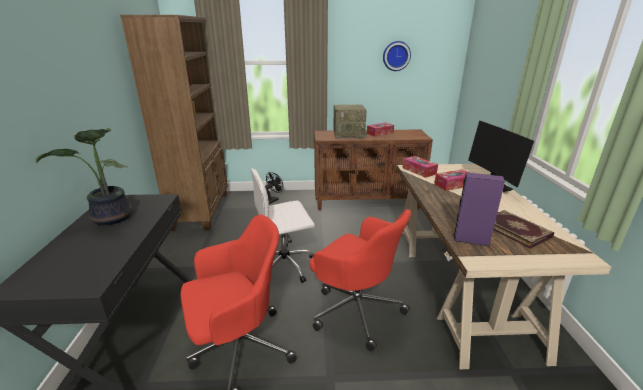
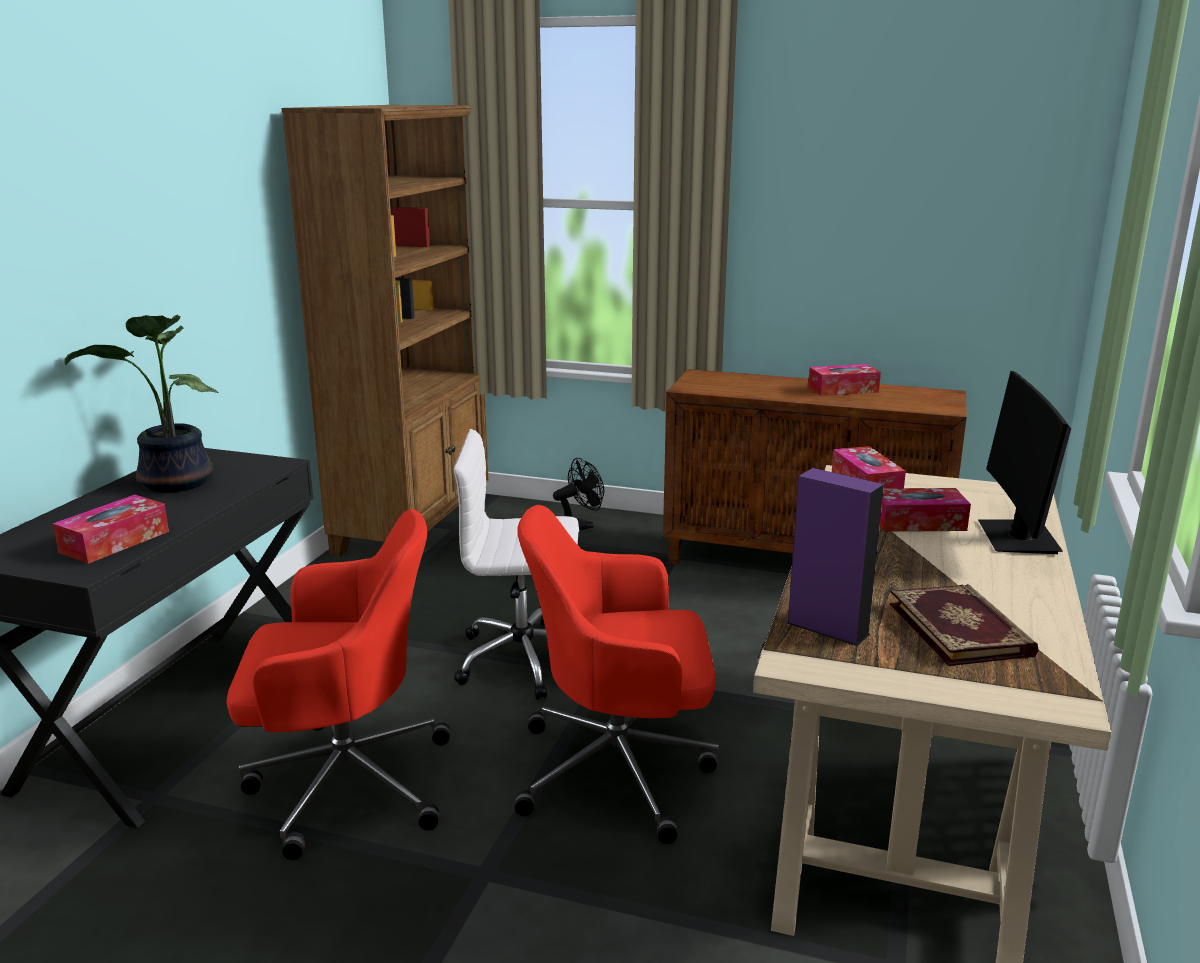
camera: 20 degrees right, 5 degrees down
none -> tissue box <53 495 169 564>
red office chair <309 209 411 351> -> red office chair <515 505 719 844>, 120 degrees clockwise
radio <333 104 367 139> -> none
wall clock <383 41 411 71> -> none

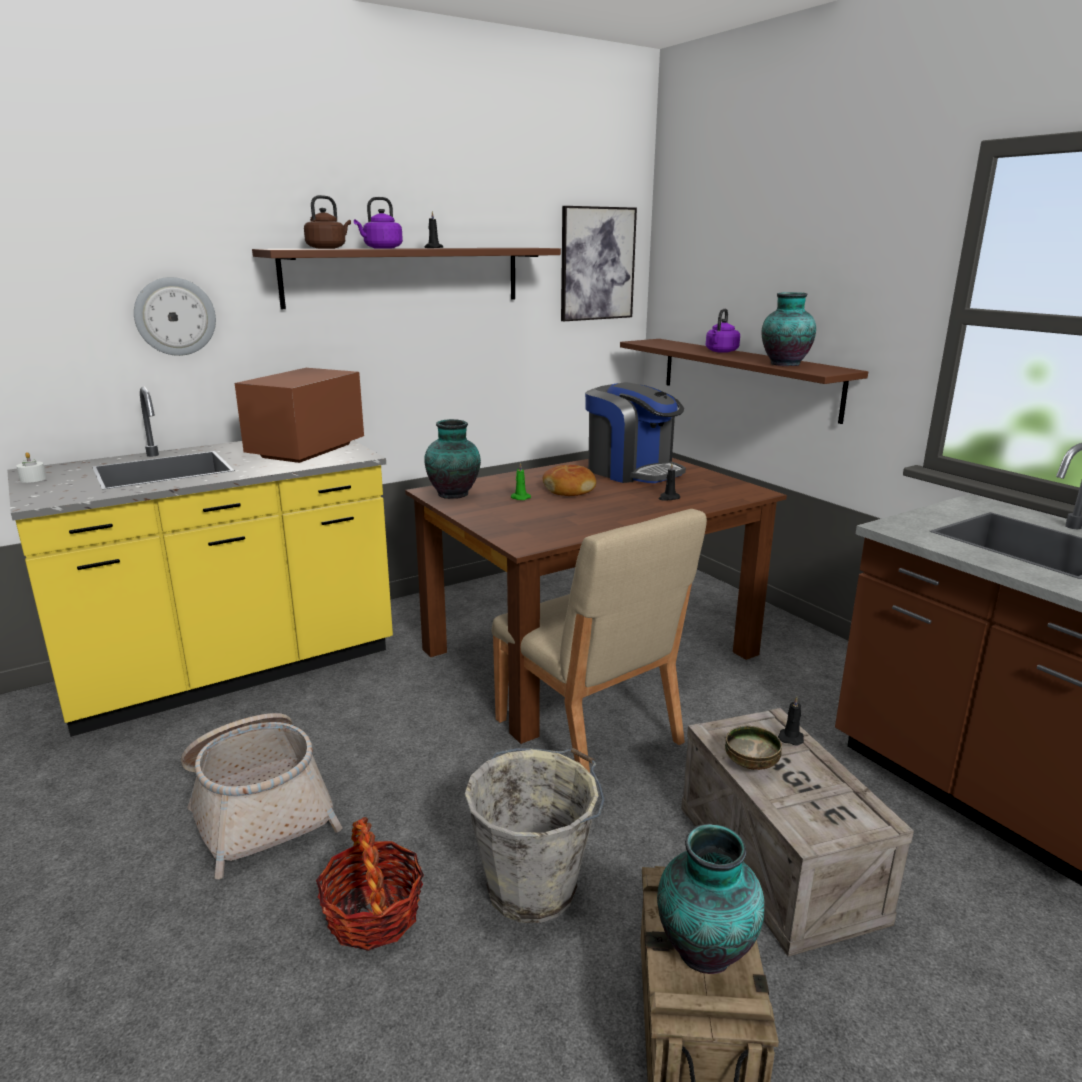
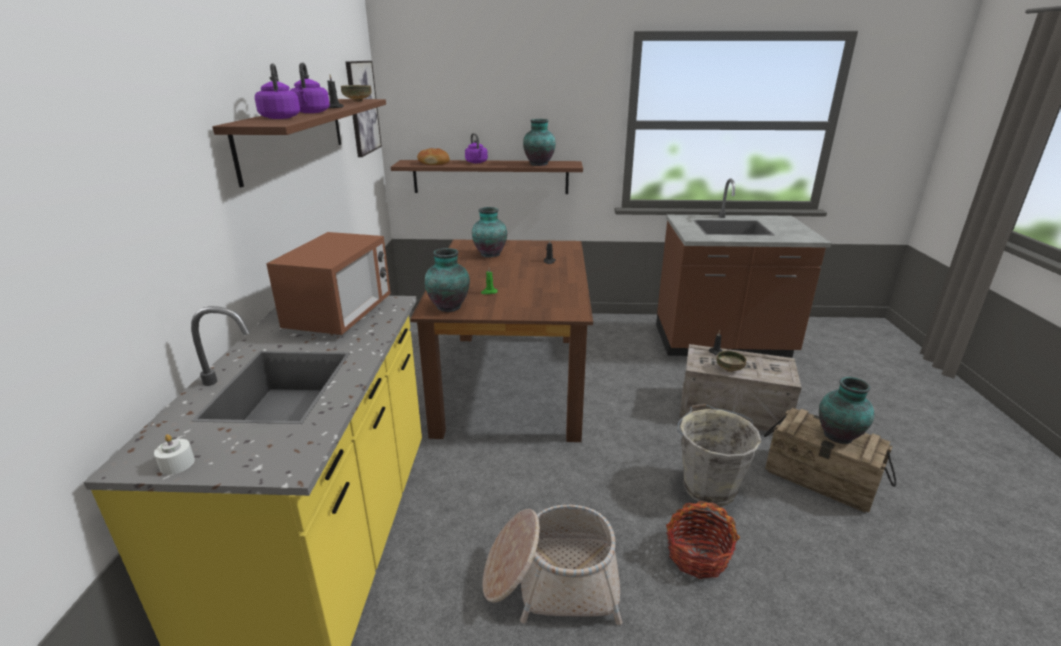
camera: 55 degrees left, 5 degrees up
brown kettle <304 195 351 249> -> purple kettle <255 64 300 119>
microwave <235 368 364 463> -> microwave <266 232 391 335>, 135 degrees counterclockwise
none -> bowl <341 85 372 102>
bread <543 465 596 496> -> bread <417 148 450 165>, moved
coffee machine <585 382 686 483> -> vase <472 207 507 258>
wall clock <134 277 216 356> -> none
beige chair <492 509 707 773> -> none

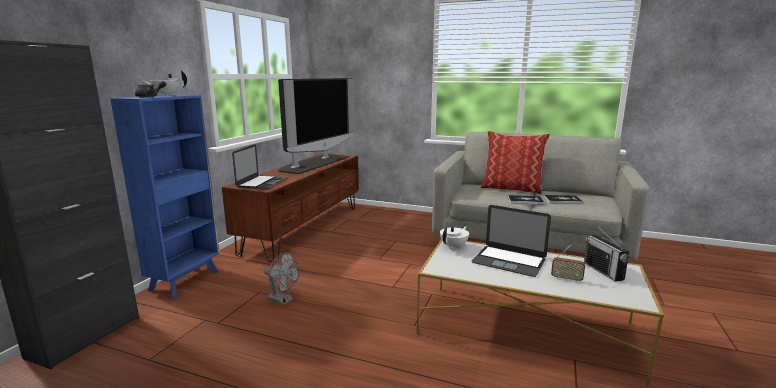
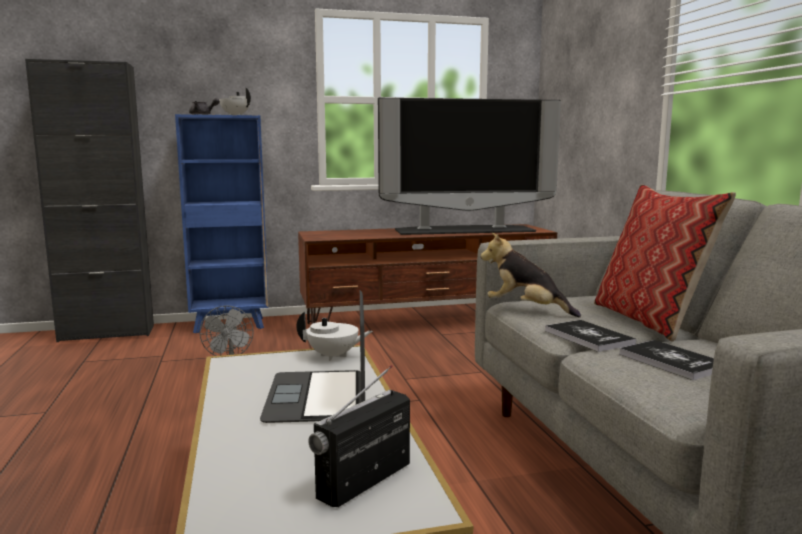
camera: 55 degrees right, 5 degrees down
none -> plush toy <480 233 581 317>
laptop <232 144 288 189> -> none
radio <551 244 585 282> -> none

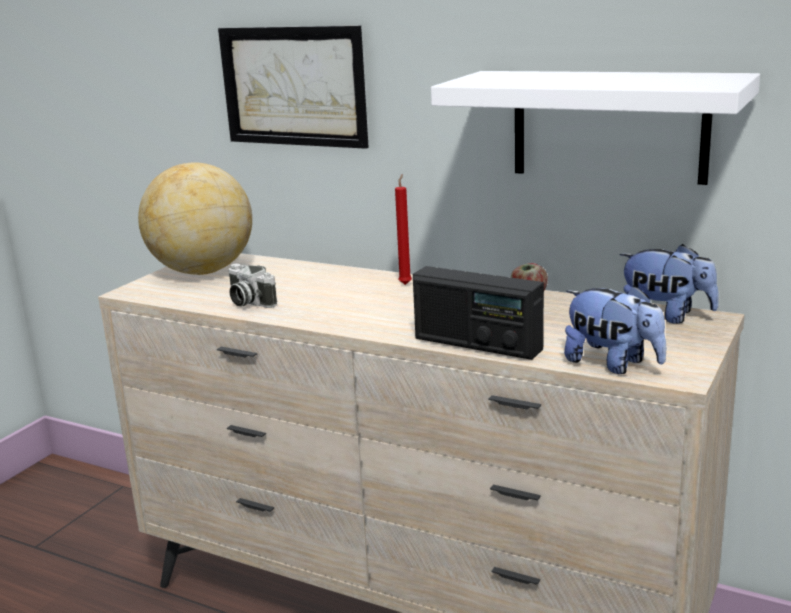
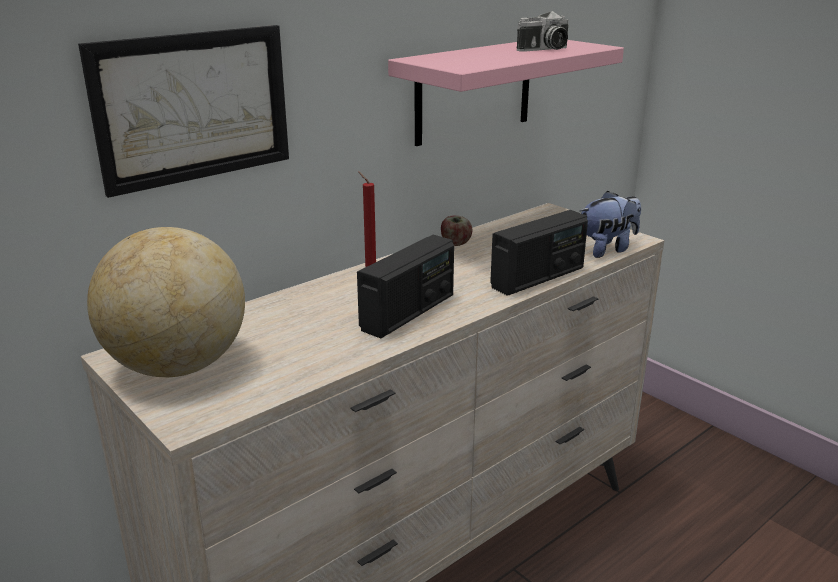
camera: 70 degrees left, 5 degrees up
none -> radio <357 235 454 338>
white shelf <431 71 760 185> -> pink shelf <388 40 624 146>
photo camera <229 264 277 308> -> photo camera <516 11 568 52>, moved
plush toy <619 244 719 324> -> none

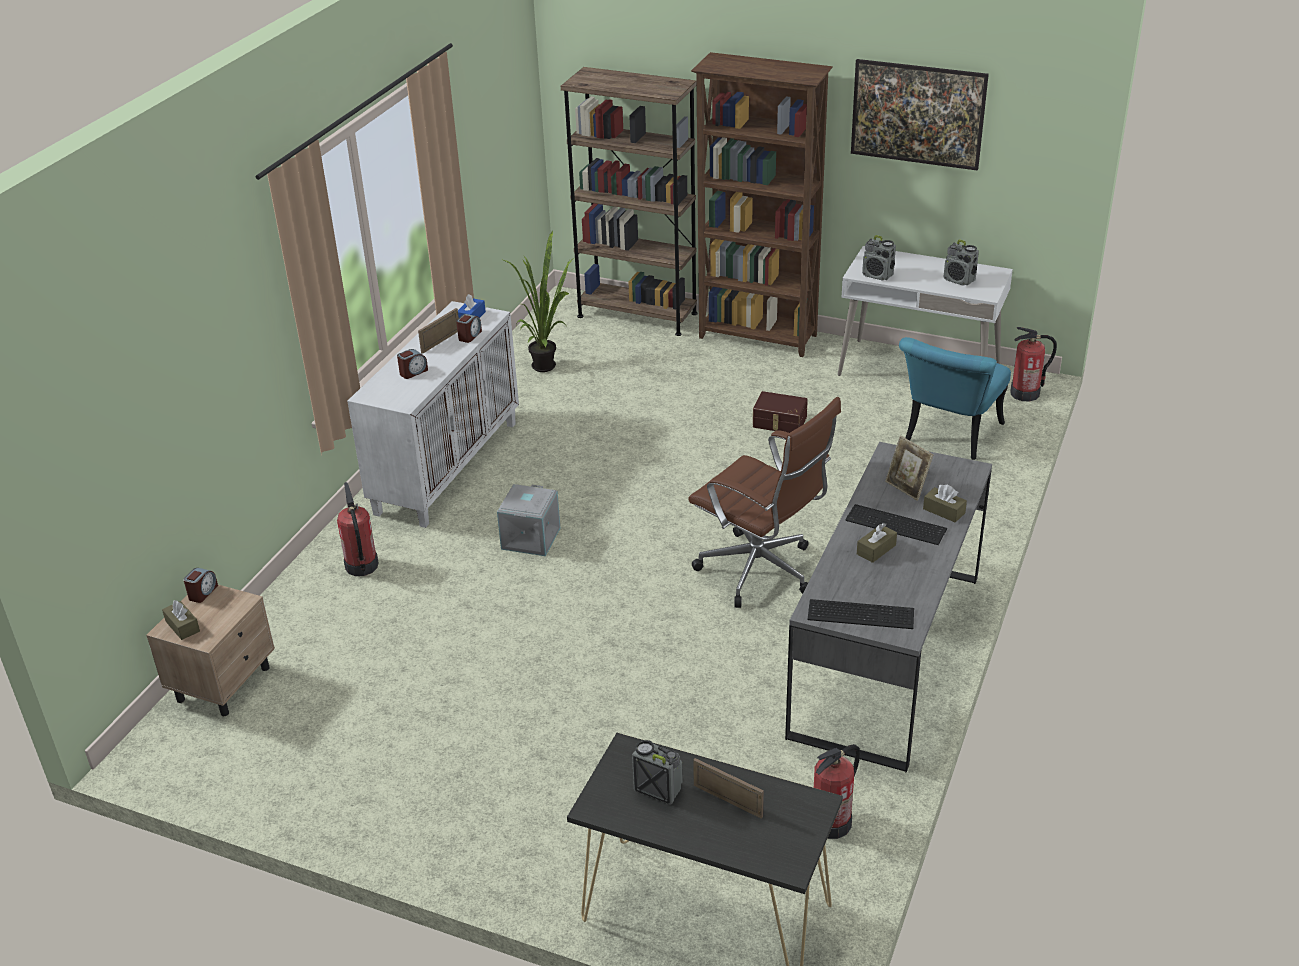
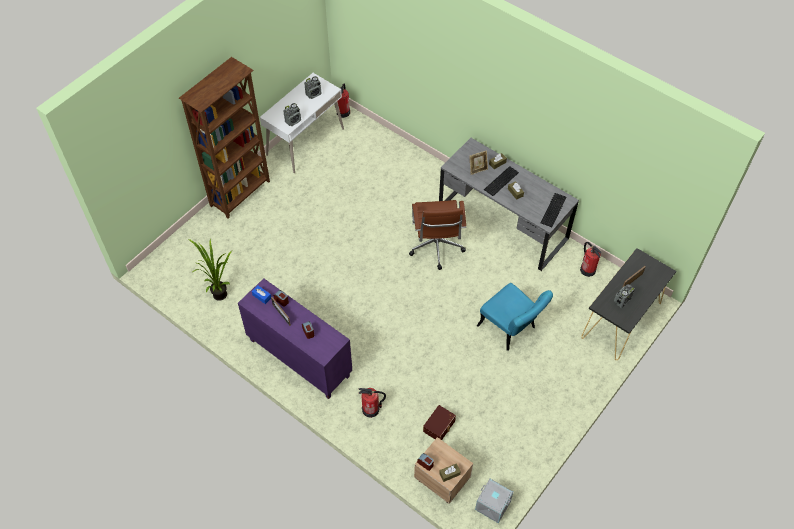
camera: 75 degrees left, 20 degrees up
white cabinet <347 301 519 528> -> purple cabinet <238 278 352 399>
brown office chair <688 397 841 608> -> brown office chair <409 200 466 270>, 120 degrees clockwise
brown storage box <753 391 808 433> -> brown storage box <423 405 456 440>, moved
grey storage box <497 484 560 556> -> grey storage box <475 479 514 523>, moved
turquoise chair <899 337 1011 460> -> turquoise chair <477 283 553 351>, moved
brown bookcase <561 67 698 336> -> none
picture <851 59 989 171> -> none

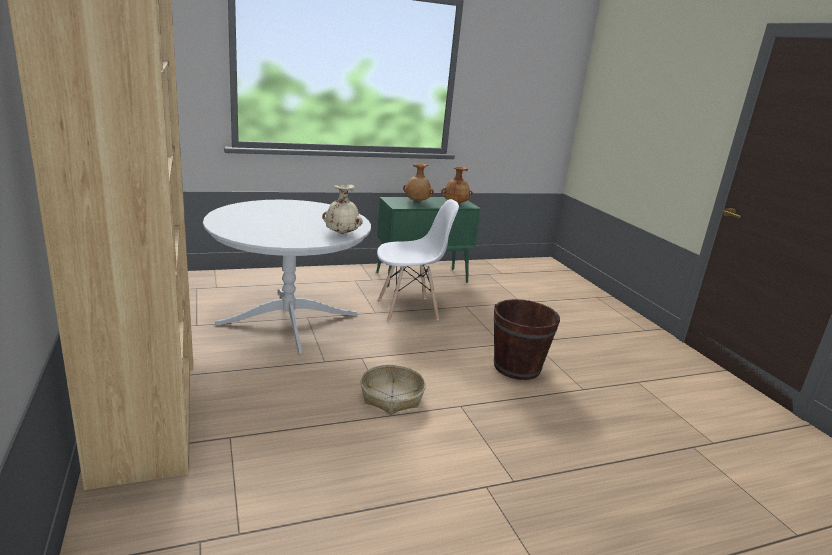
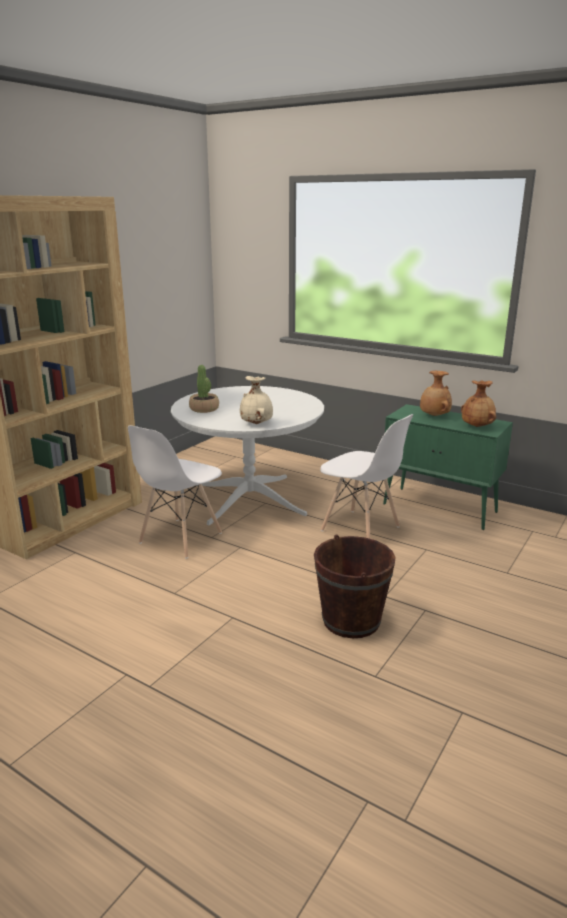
camera: 55 degrees right, 0 degrees up
none -> white chair <128 425 222 559>
none -> potted plant <189 365 219 413>
basket <361 365 426 414> -> none

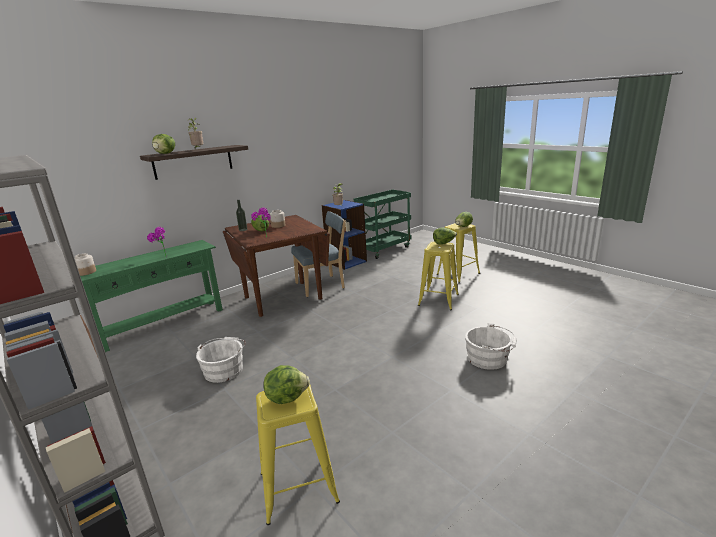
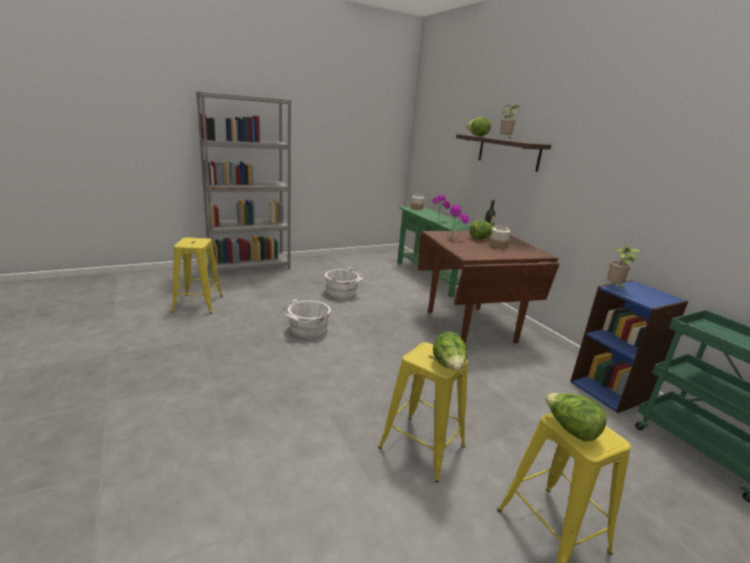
camera: 100 degrees right, 0 degrees up
white bucket <465 323 517 370> -> white bucket <283 299 331 339>, moved
lettuce <264 365 310 404> -> none
blue chair <291 211 346 297> -> none

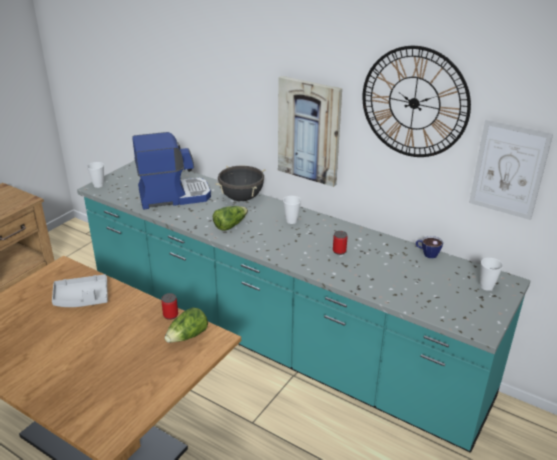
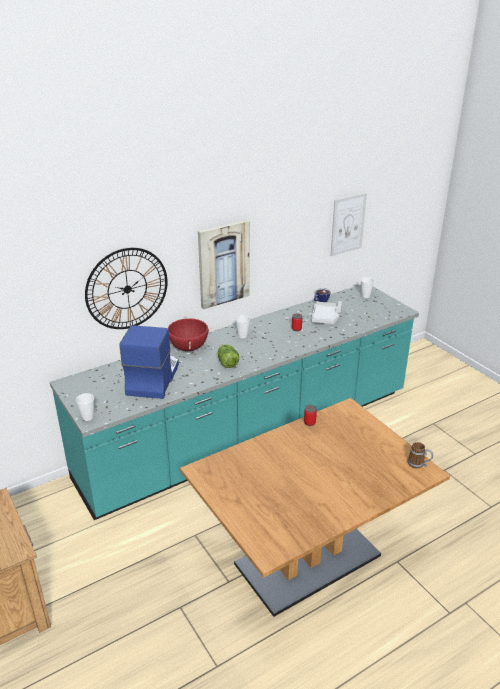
camera: 65 degrees left, 0 degrees up
wall clock <362 46 471 157> -> wall clock <85 248 168 329>, moved
black cooking pot <216 166 265 201> -> red cooking pot <168 317 213 351>
grey tray <52 274 108 307> -> grey tray <311 301 342 324>, moved
none -> mug <408 442 433 468>
lettuce <164 308 208 343> -> none

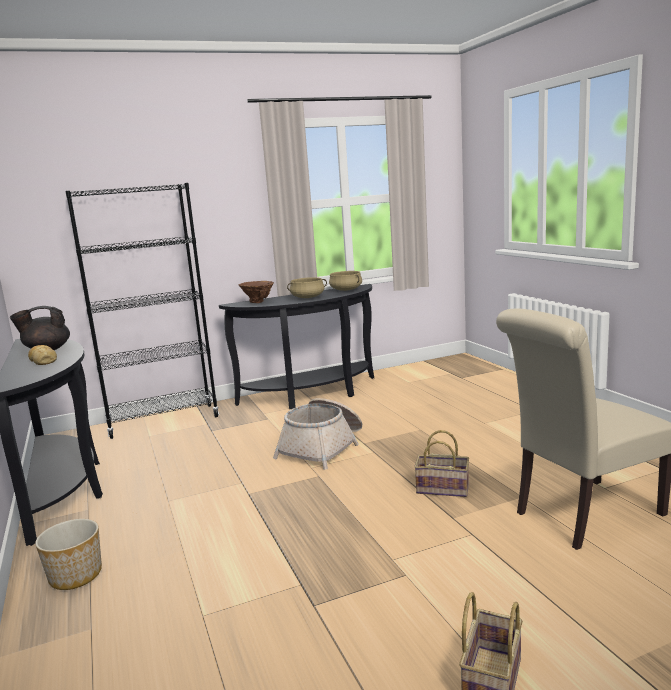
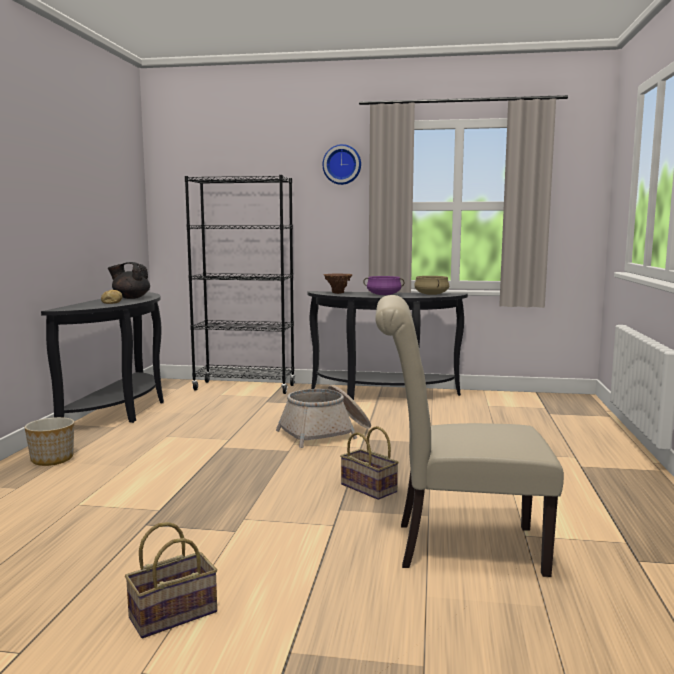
camera: 30 degrees right, 5 degrees down
none -> wall clock <323 144 361 185>
beige cooking pot <287 277 327 298> -> purple cooking pot <363 276 404 295>

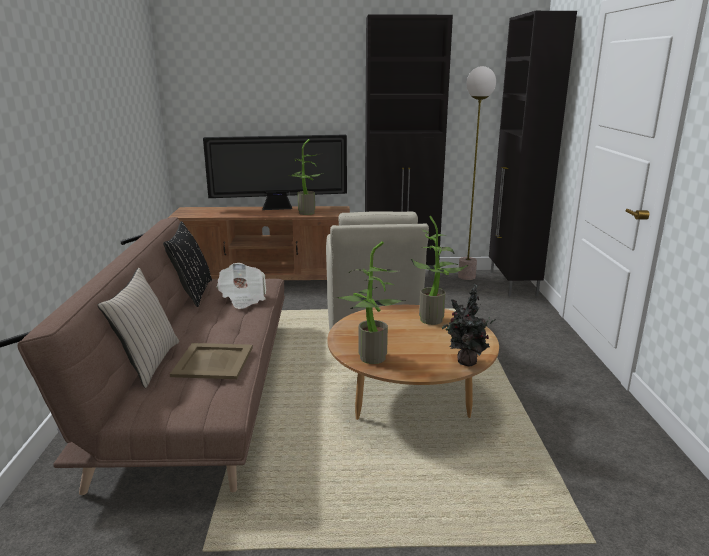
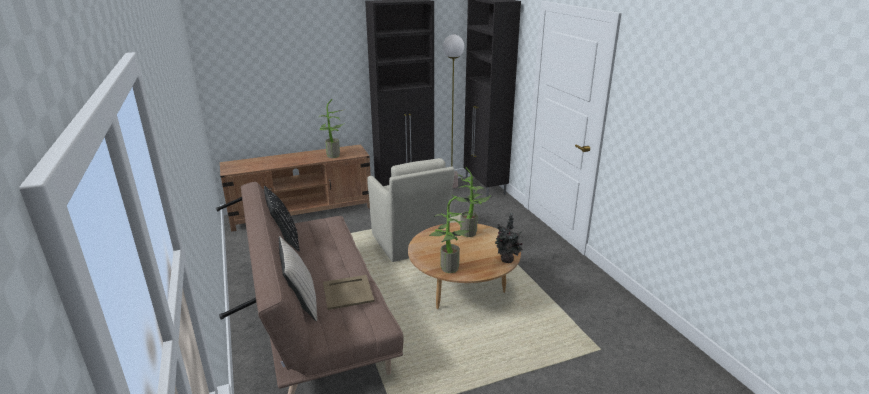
camera: 20 degrees left, 5 degrees up
television <203 135 347 210> -> none
newspaper <217 263 266 309> -> none

